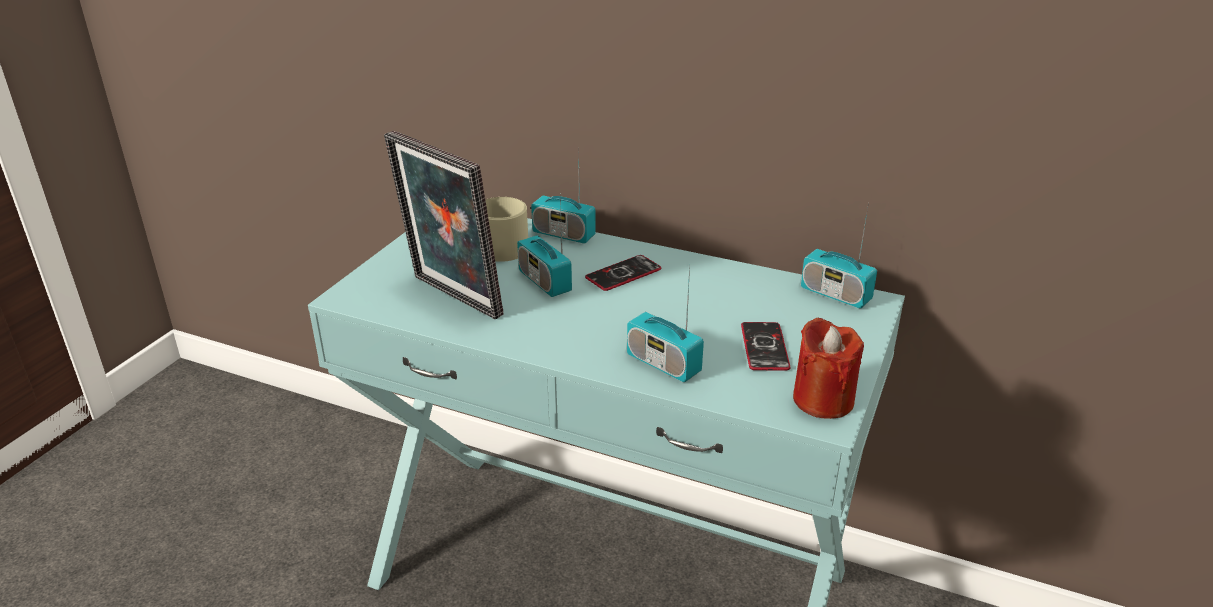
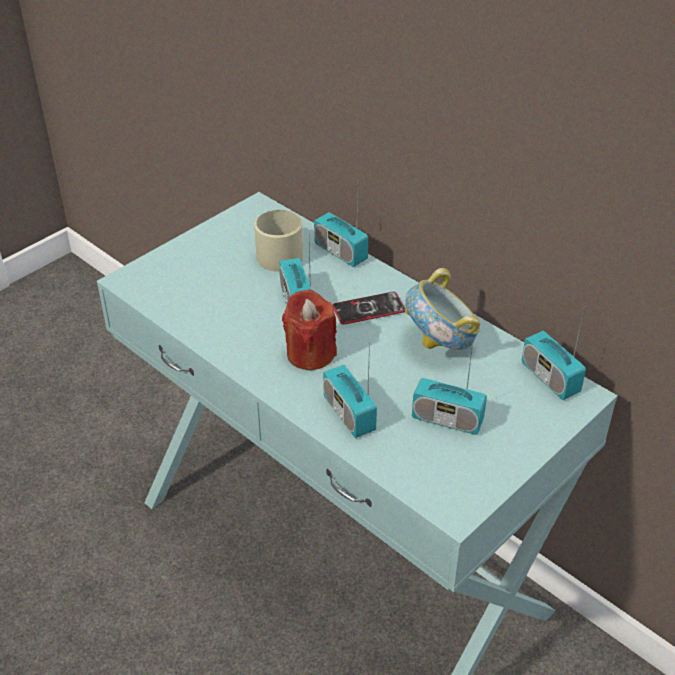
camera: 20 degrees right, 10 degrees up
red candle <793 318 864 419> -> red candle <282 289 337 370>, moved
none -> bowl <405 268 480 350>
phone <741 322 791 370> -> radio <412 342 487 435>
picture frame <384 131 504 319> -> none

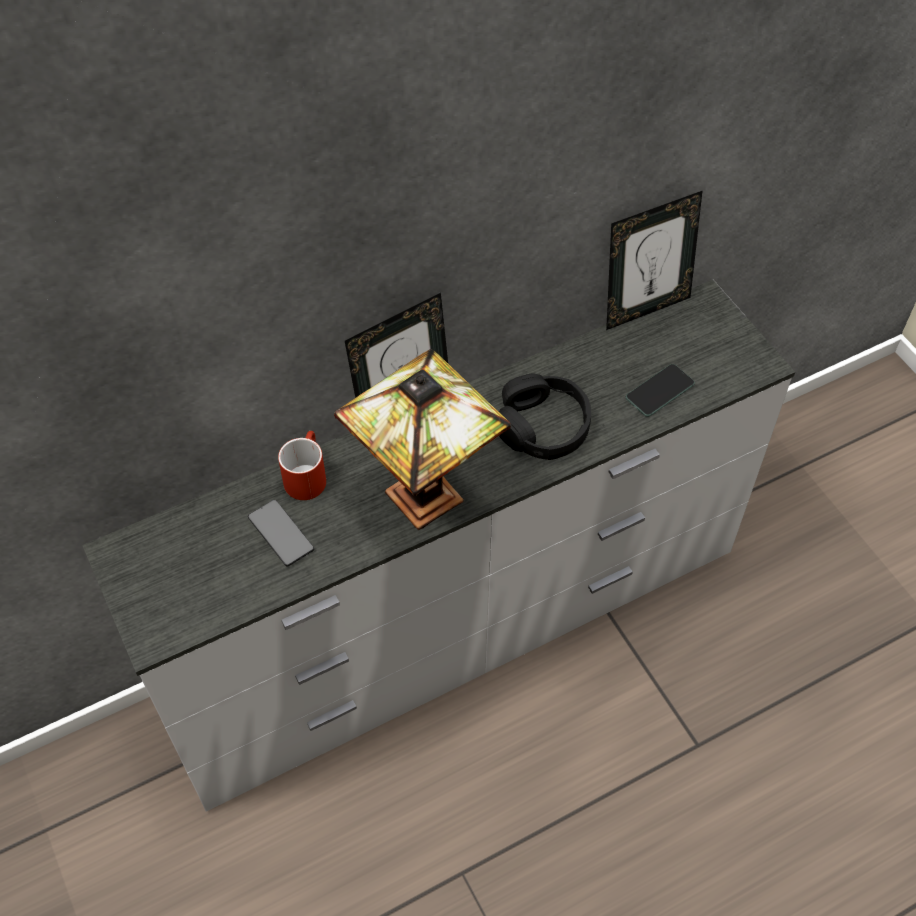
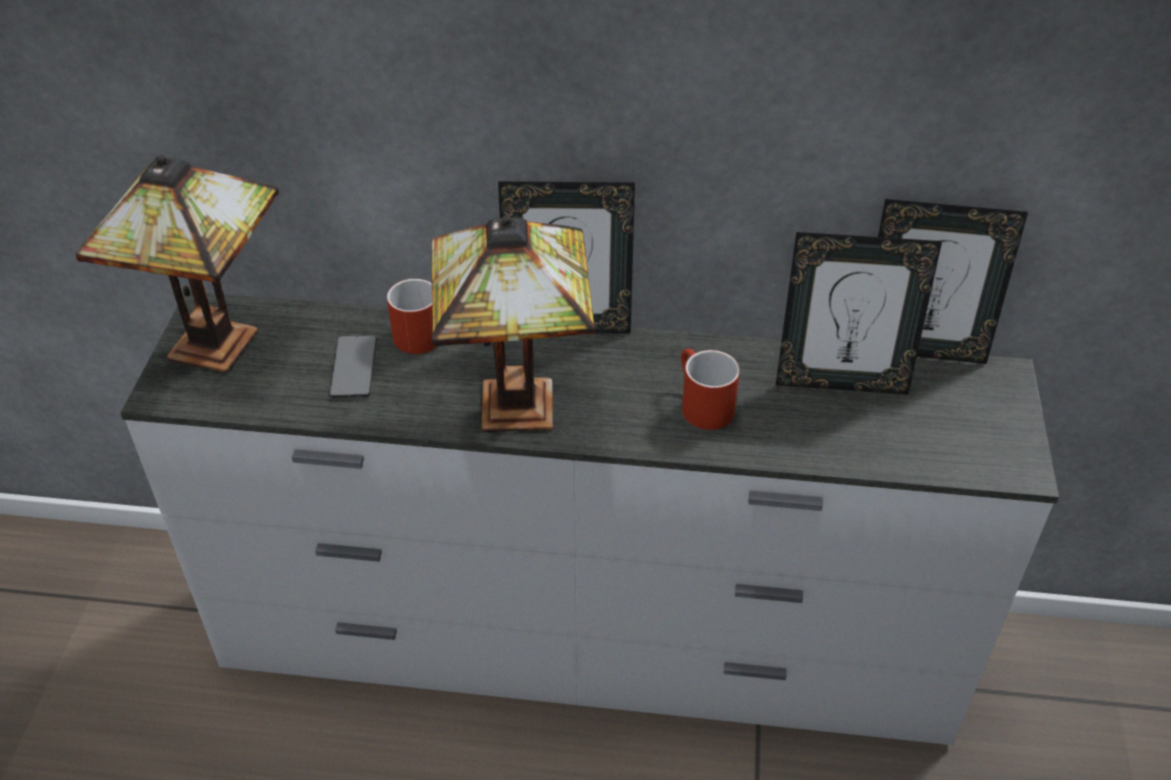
camera: 35 degrees right, 10 degrees down
none -> table lamp <76 155 279 373>
black headphones <499 374 591 460> -> red mug <681 349 740 430>
none -> picture frame <776 232 942 395>
phone <626 364 695 417> -> none

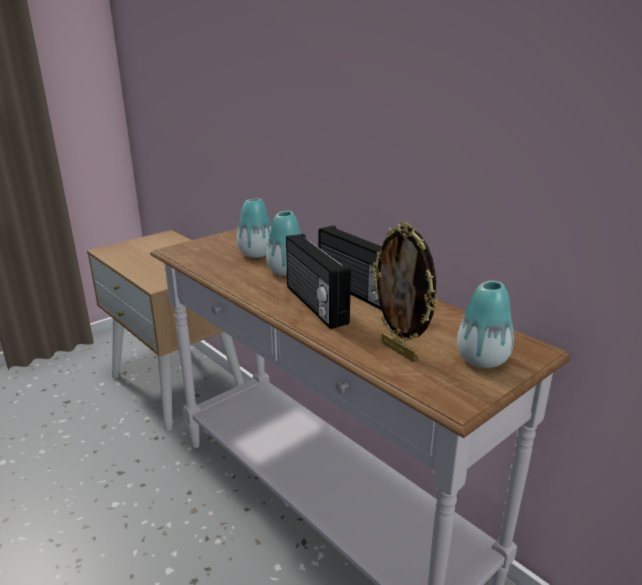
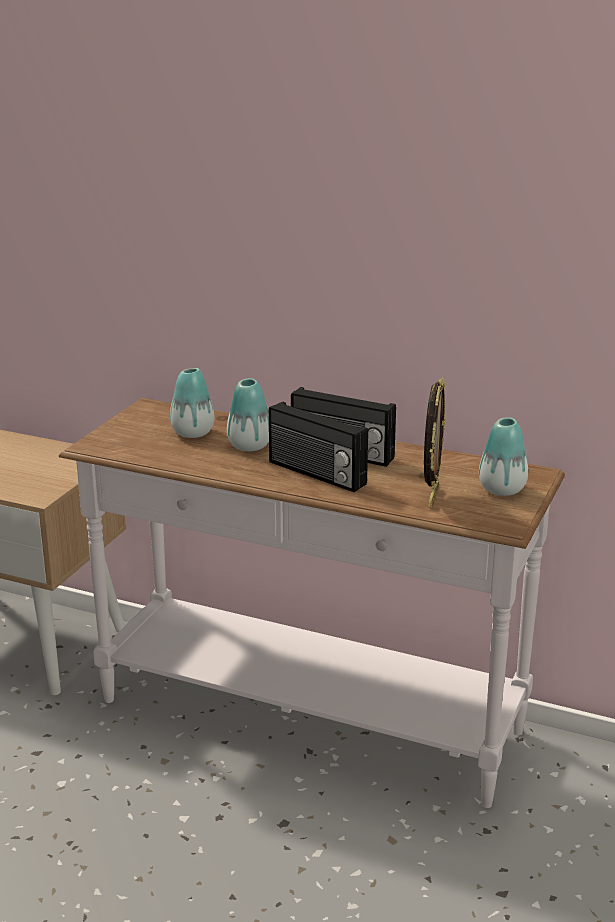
camera: 25 degrees left, 0 degrees up
picture frame <371 222 438 362> -> picture frame <424 378 445 508>, 105 degrees counterclockwise

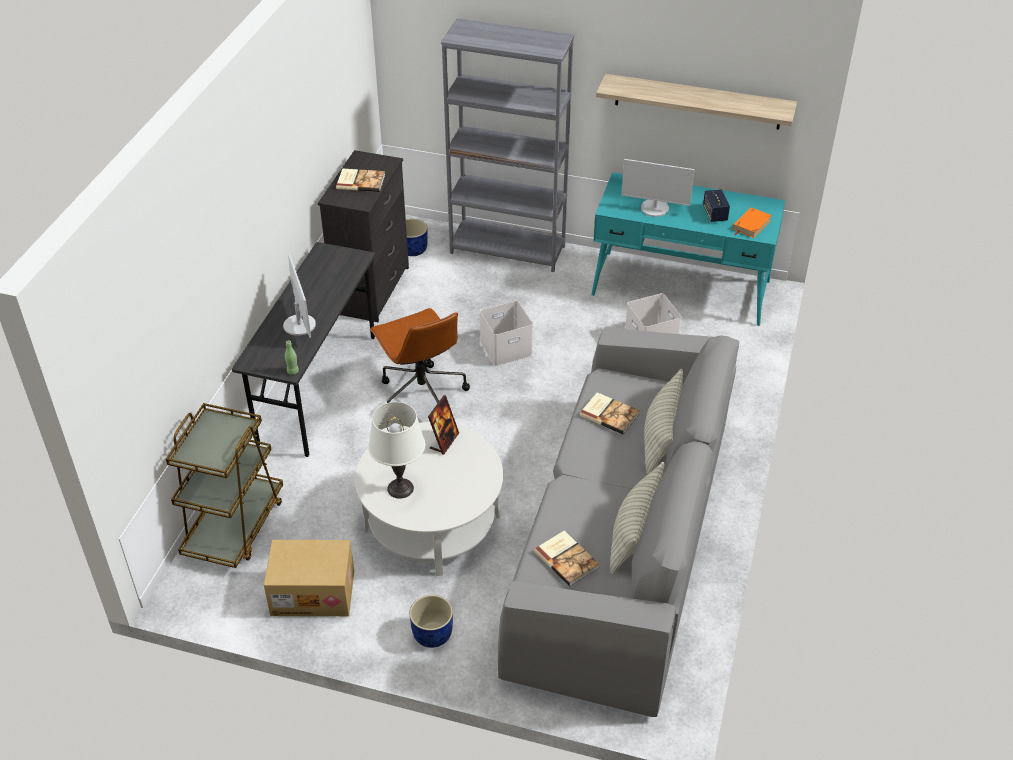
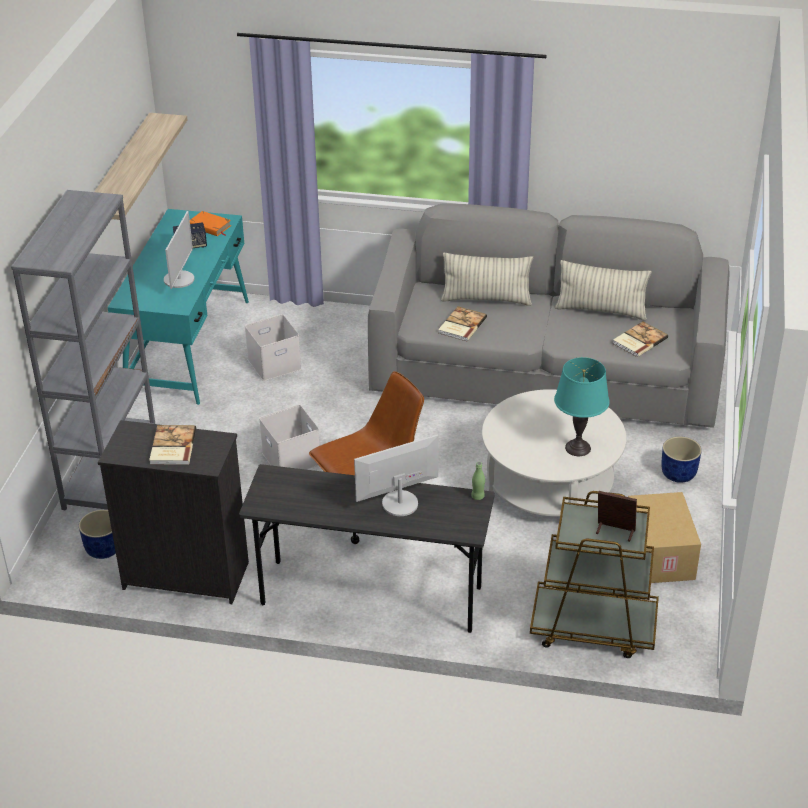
camera: 95 degrees left, 5 degrees down
white table lamp <368 402 425 499> -> turquoise table lamp <554 357 610 456>
picture frame <428 395 459 455> -> picture frame <596 491 637 542>, moved

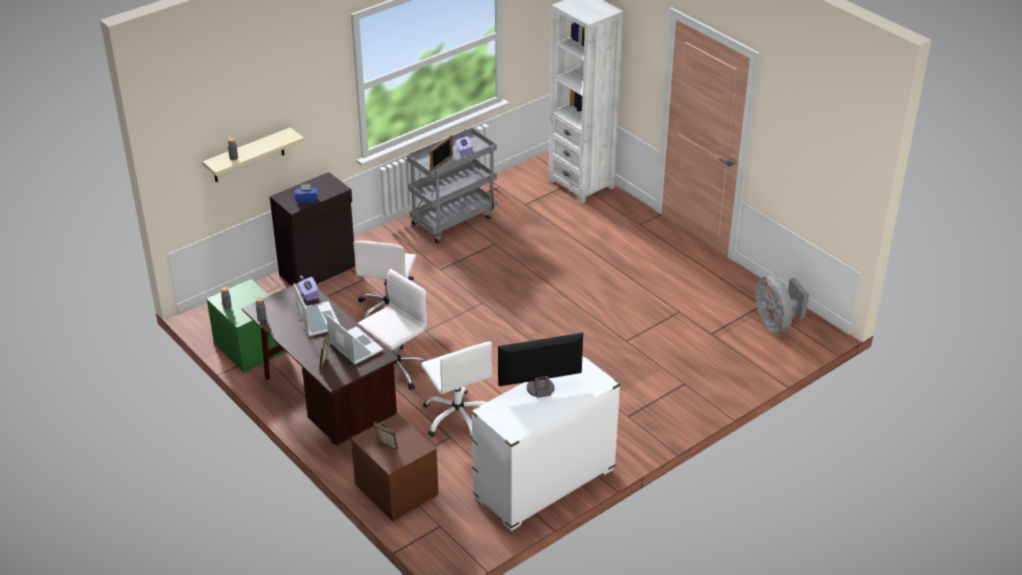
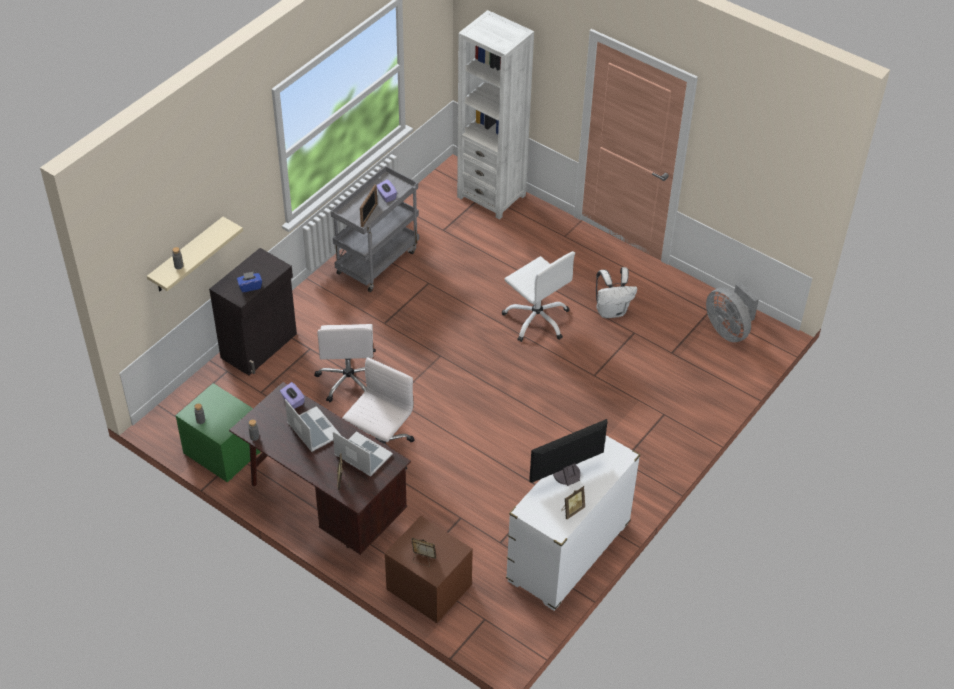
camera: 15 degrees left, 10 degrees up
white office chair <421 341 492 439> -> white office chair <502 251 575 342>, moved
none -> picture frame <561 486 585 519>
none -> white backpack <596 267 637 318>

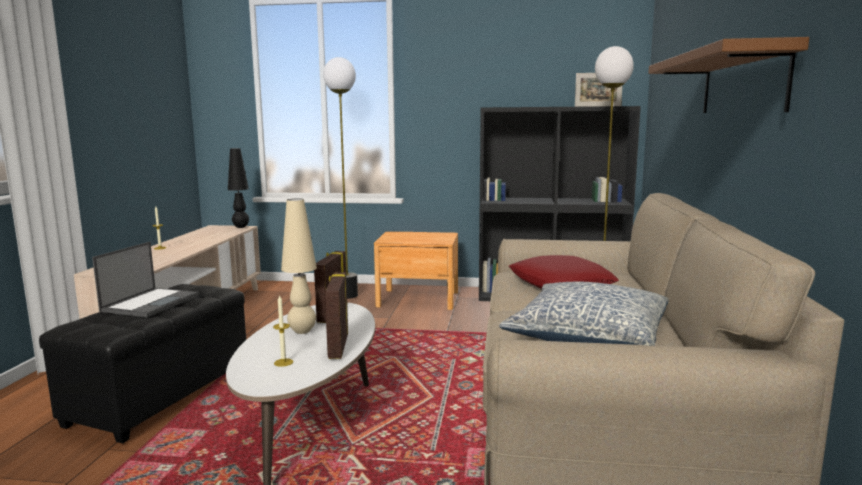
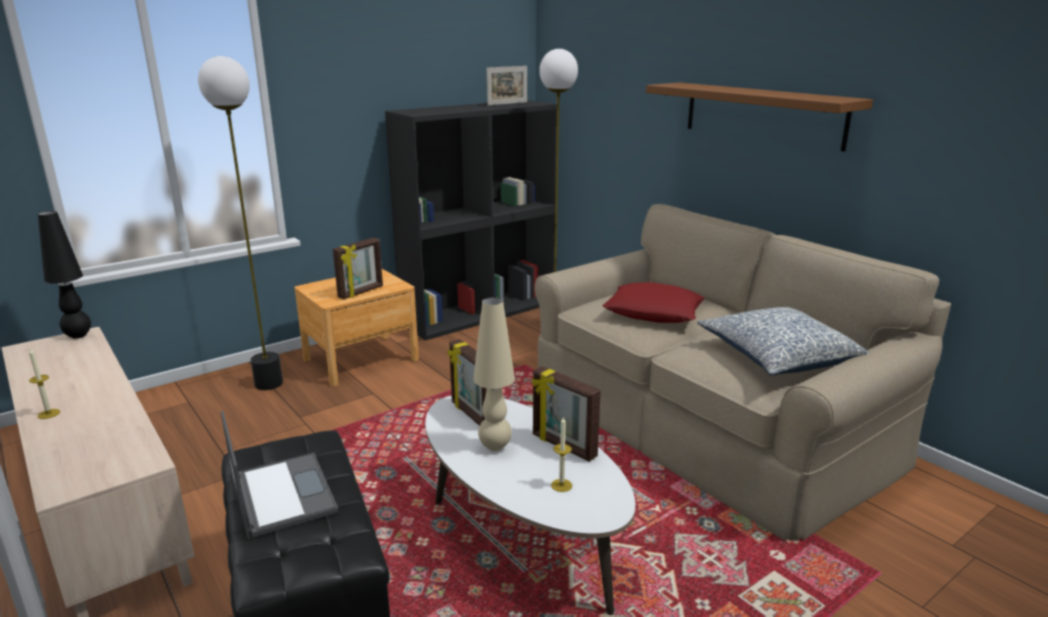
camera: 45 degrees left, 10 degrees up
none -> picture frame <333 238 383 299>

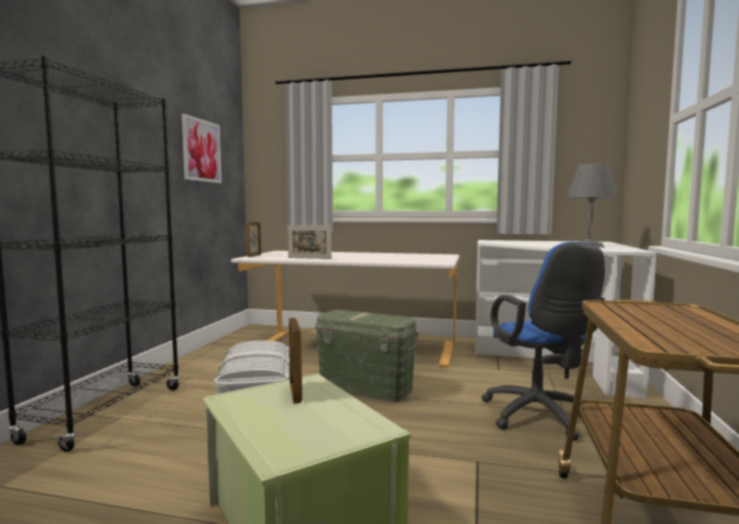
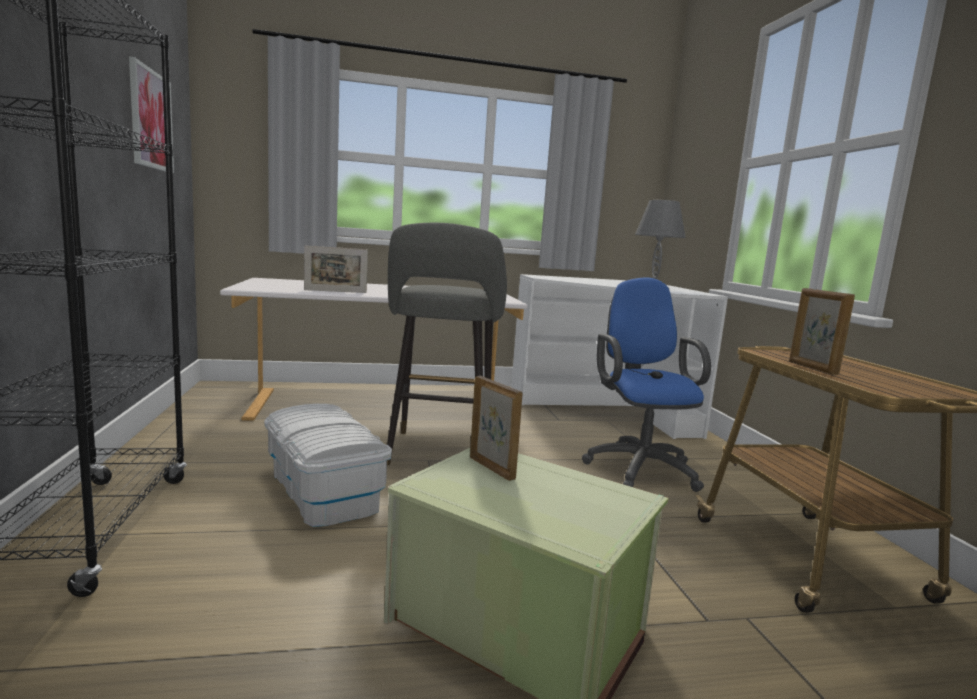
camera: 25 degrees left, 5 degrees up
green storage box <315 310 419 402> -> grey stool <387 223 507 465>
blue office chair <481 242 605 441> -> blue office chair <582 278 711 492>, 150 degrees counterclockwise
picture frame <246 222 261 257> -> picture frame <789 288 855 375>, moved

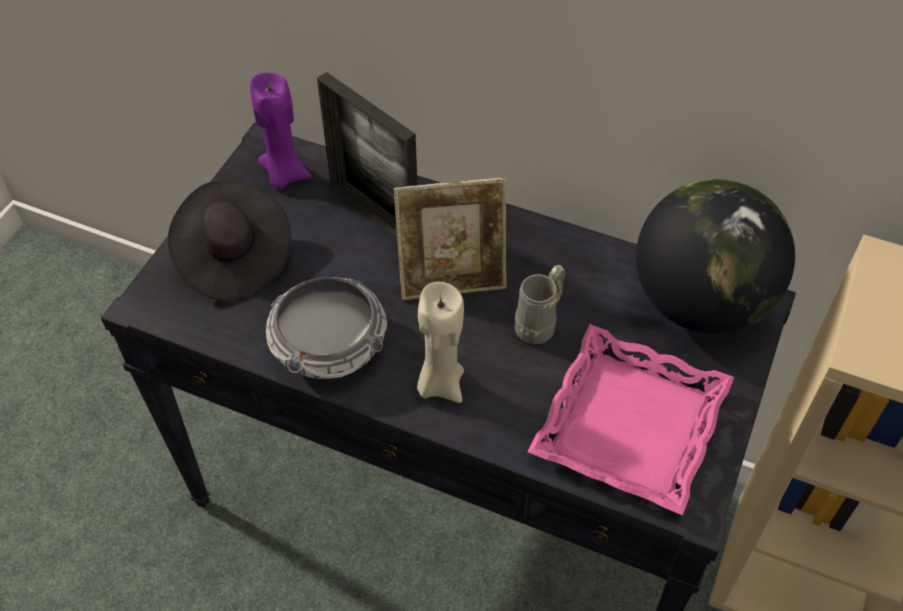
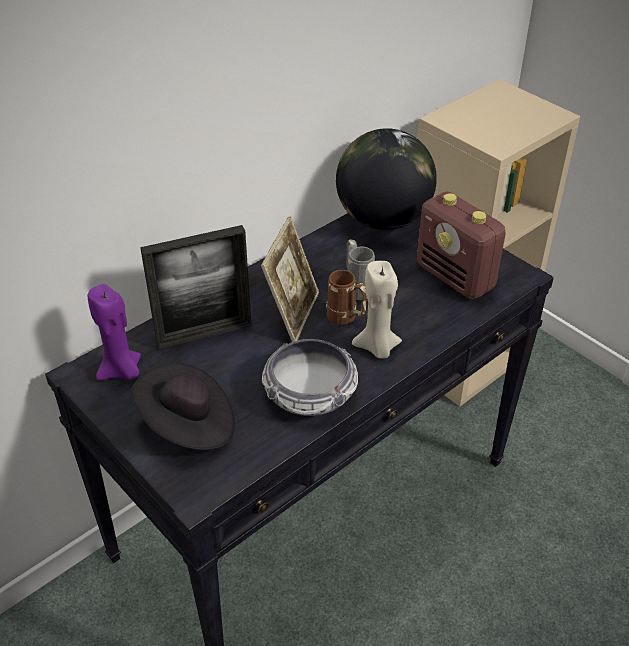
camera: 65 degrees left, 10 degrees down
none -> brown mug <326 270 367 325>
pink tray <528 324 734 515> -> radio <417 191 507 299>

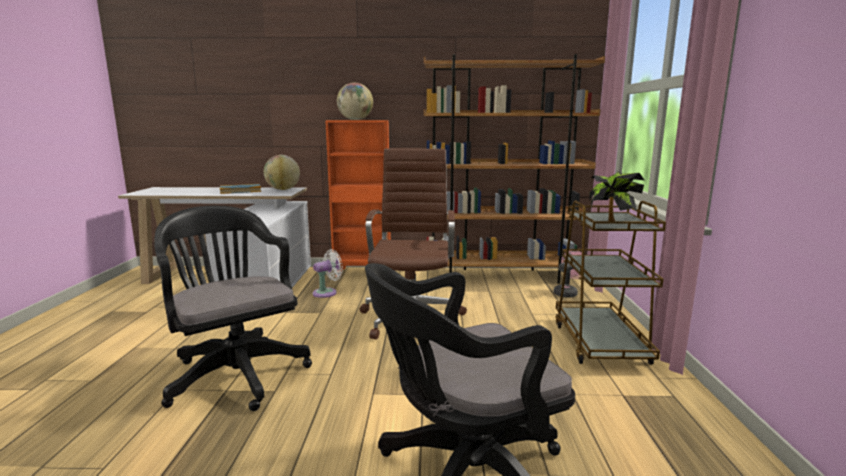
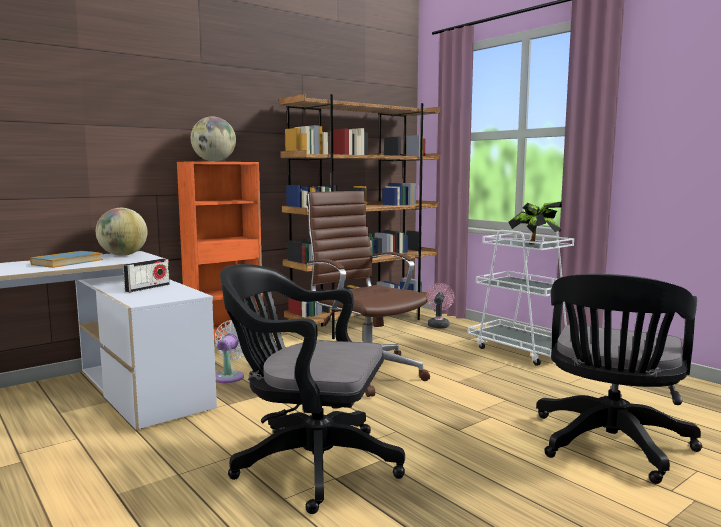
camera: 40 degrees left, 5 degrees down
none -> radio <123 259 170 292>
brown cart <555 200 666 365> -> white cart <468 226 574 366>

